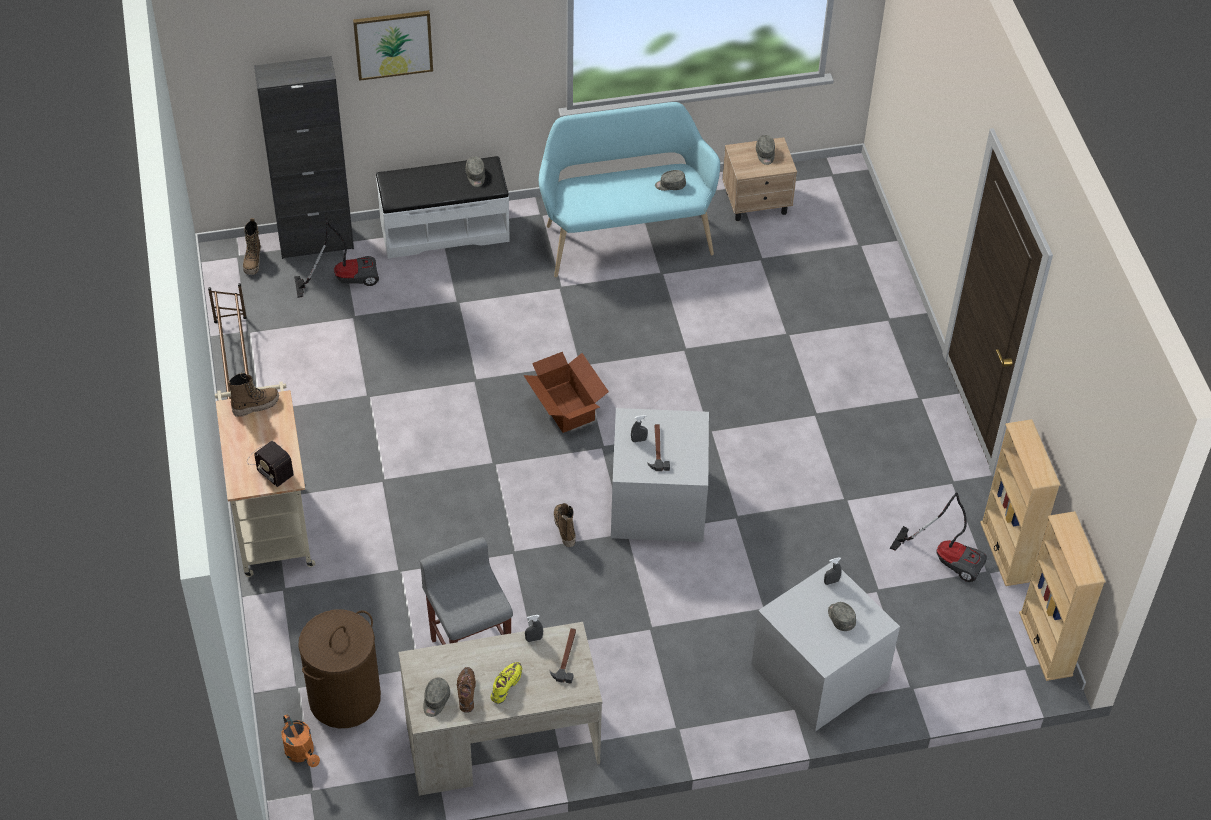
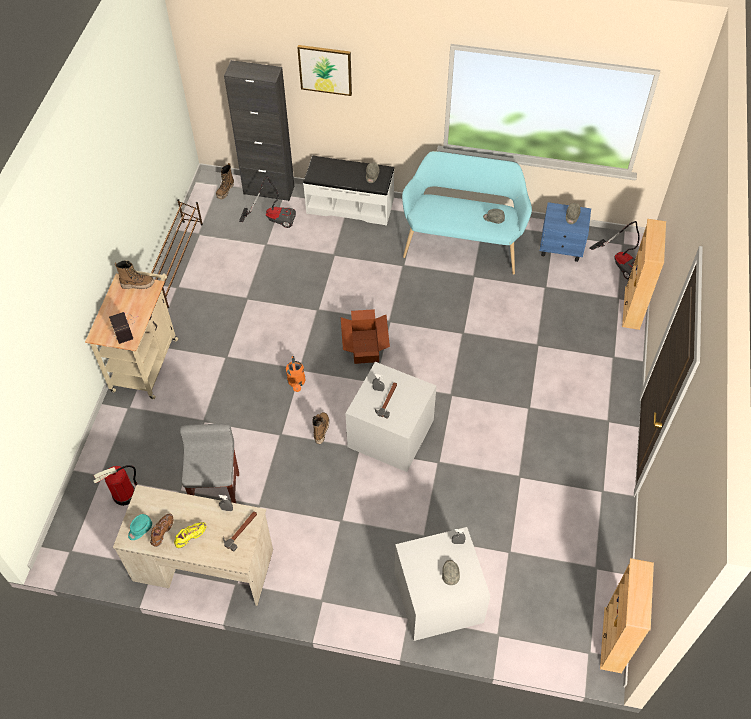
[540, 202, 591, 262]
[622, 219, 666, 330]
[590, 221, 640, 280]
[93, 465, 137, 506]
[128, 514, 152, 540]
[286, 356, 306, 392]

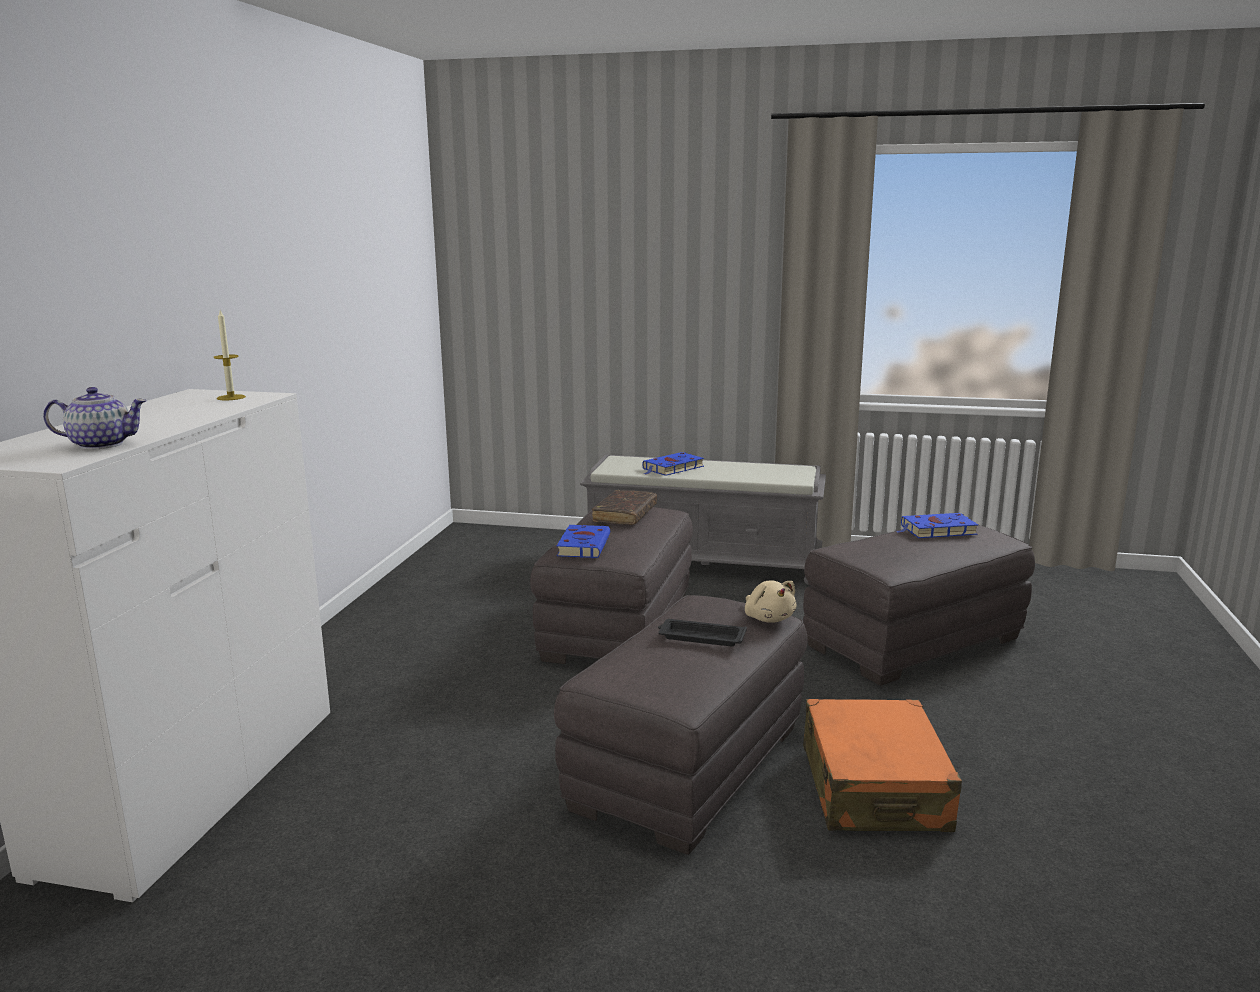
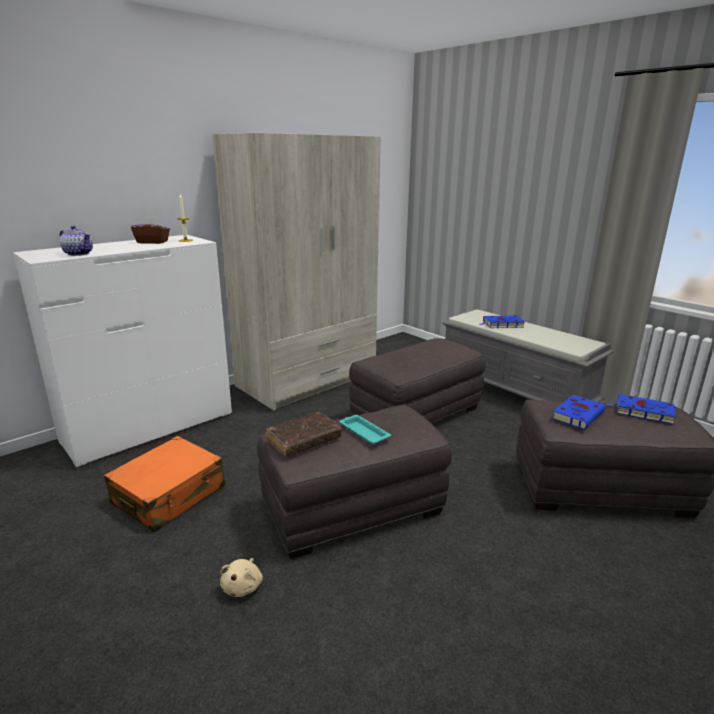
[265, 412, 341, 456]
[552, 395, 606, 429]
[220, 558, 263, 597]
[340, 415, 391, 444]
[104, 436, 225, 533]
[213, 133, 381, 410]
[131, 217, 170, 244]

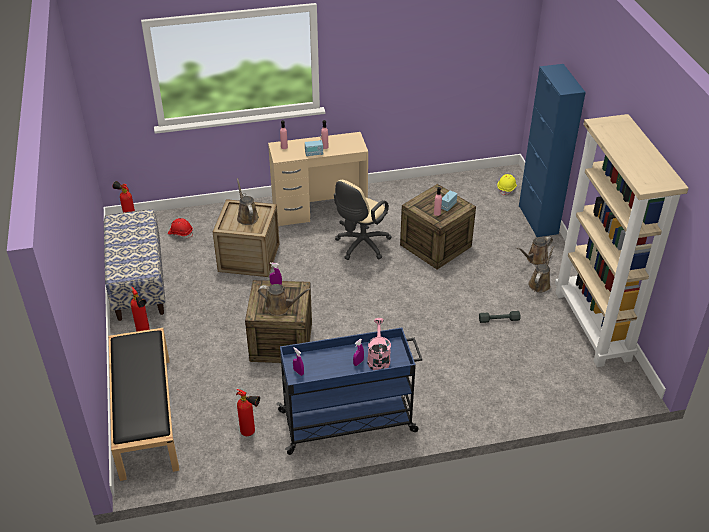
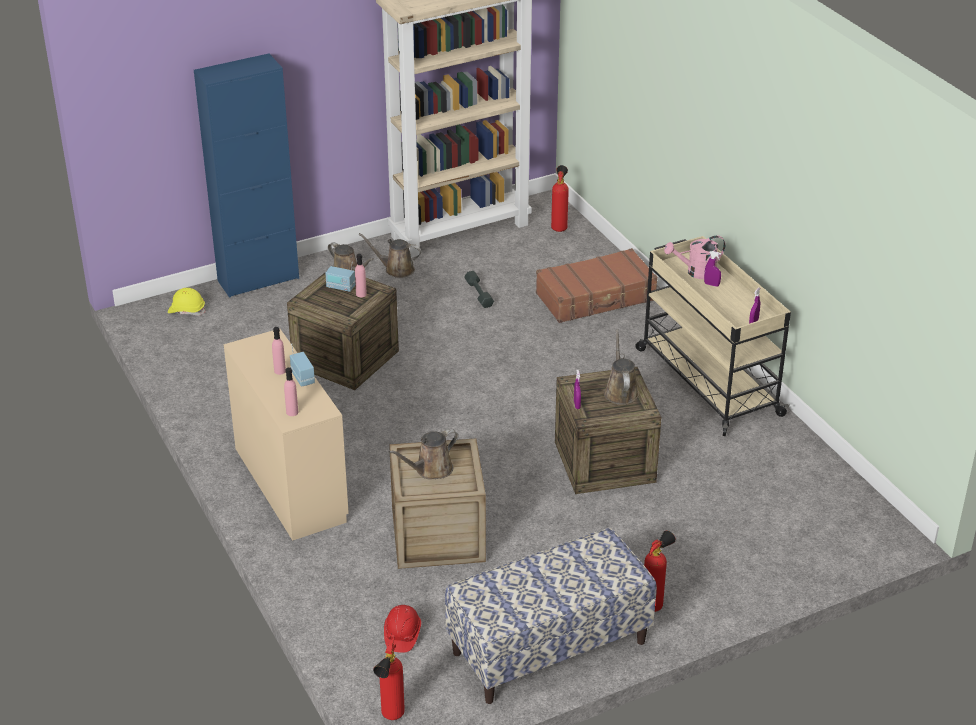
[334, 180, 391, 260] (first image)
[109, 328, 179, 481] (first image)
[635, 236, 791, 436]
[551, 165, 569, 232]
[536, 248, 658, 323]

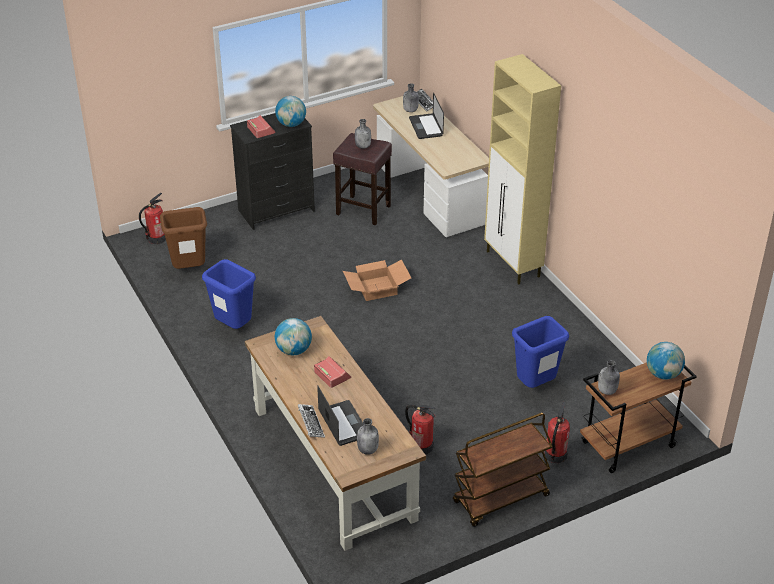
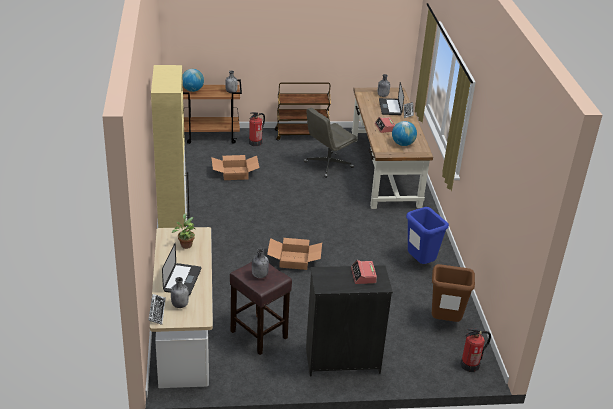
[275, 96, 306, 127] (first image)
[211, 155, 259, 180]
[304, 108, 357, 178]
[172, 213, 195, 249]

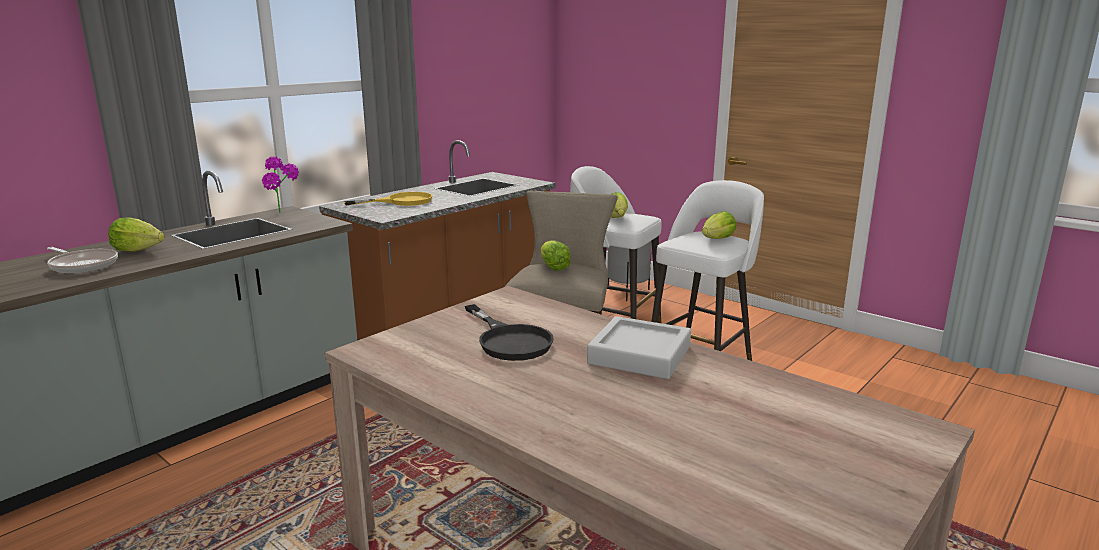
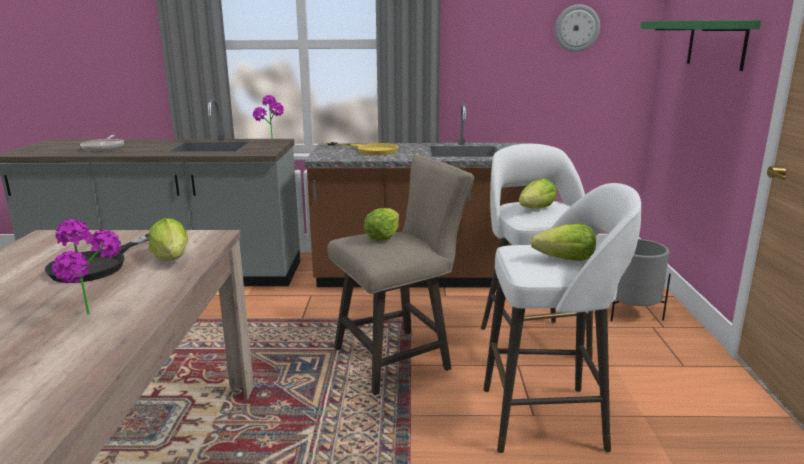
[148, 218, 188, 261]
[52, 219, 121, 314]
[555, 4, 600, 52]
[640, 20, 761, 71]

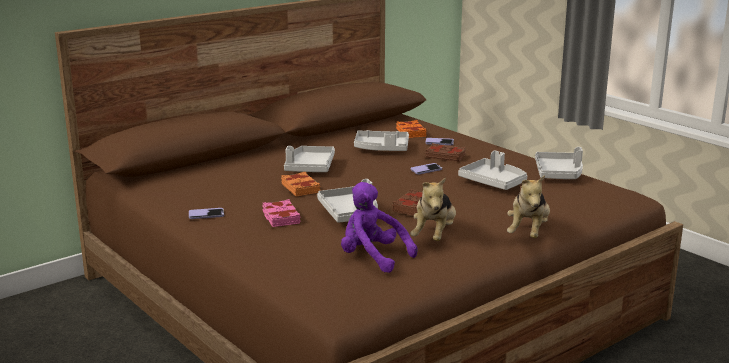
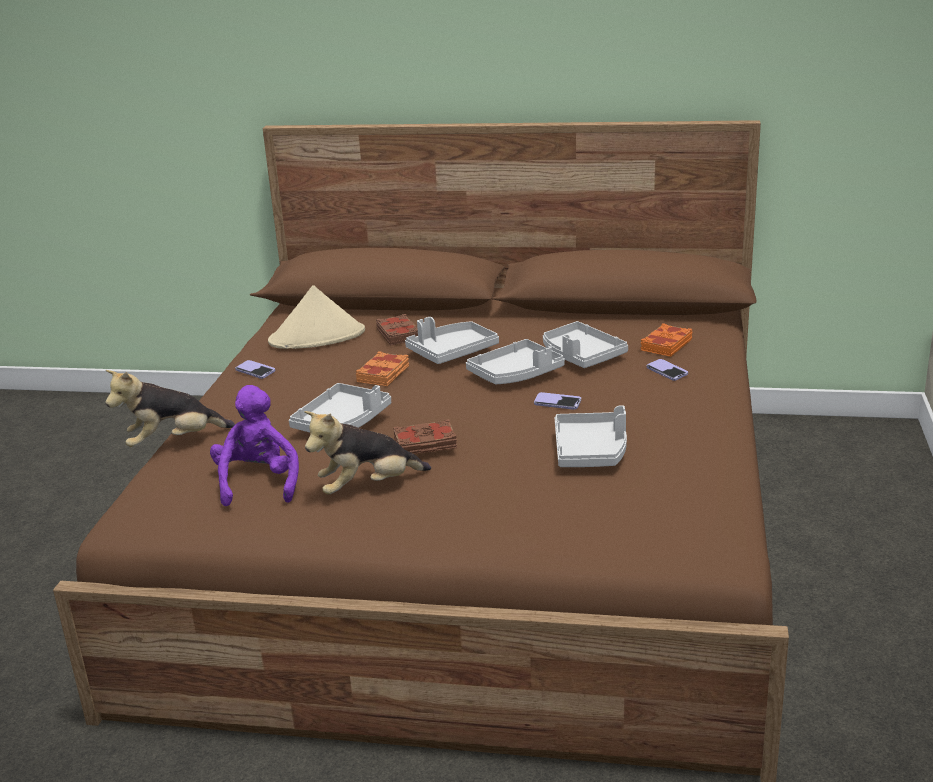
[376, 314, 418, 346]
[466, 339, 565, 384]
[105, 370, 235, 447]
[262, 199, 301, 227] (first image)
[268, 285, 365, 349]

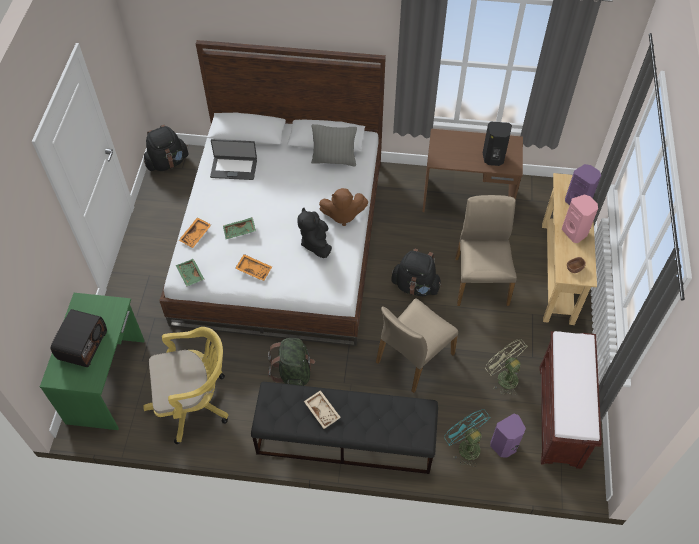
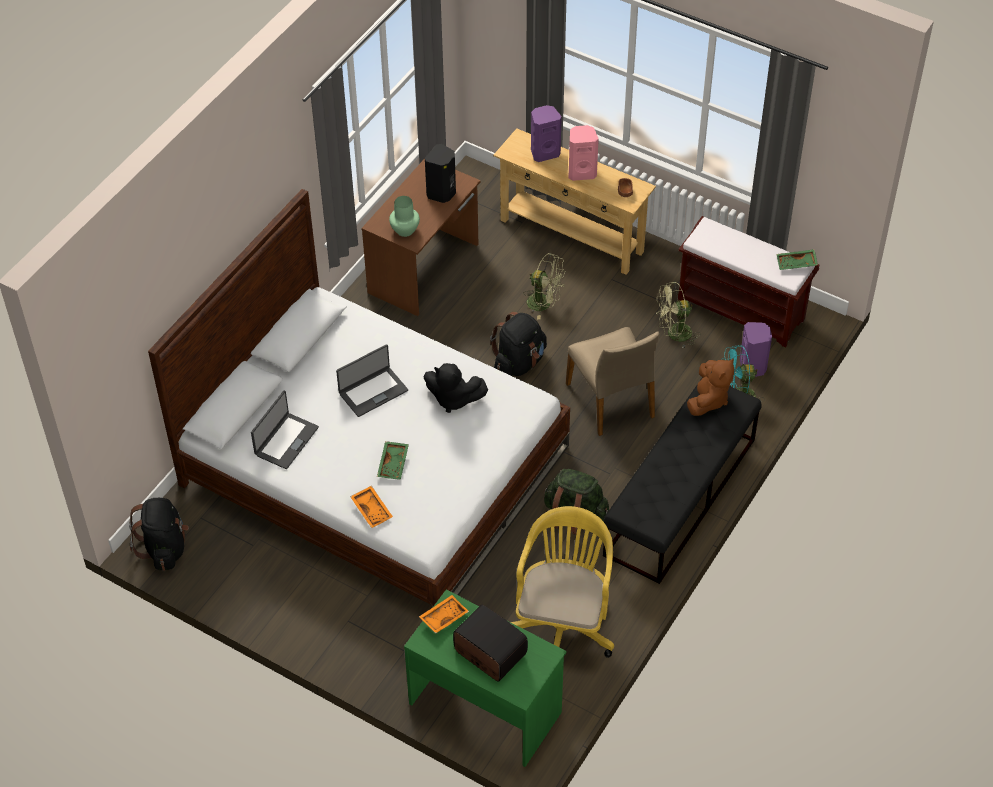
[311, 124, 357, 166] (first image)
[687, 358, 735, 416]
[523, 253, 566, 319]
[419, 595, 469, 633]
[777, 249, 818, 270]
[304, 390, 341, 429] (first image)
[389, 196, 420, 237]
[336, 344, 408, 417]

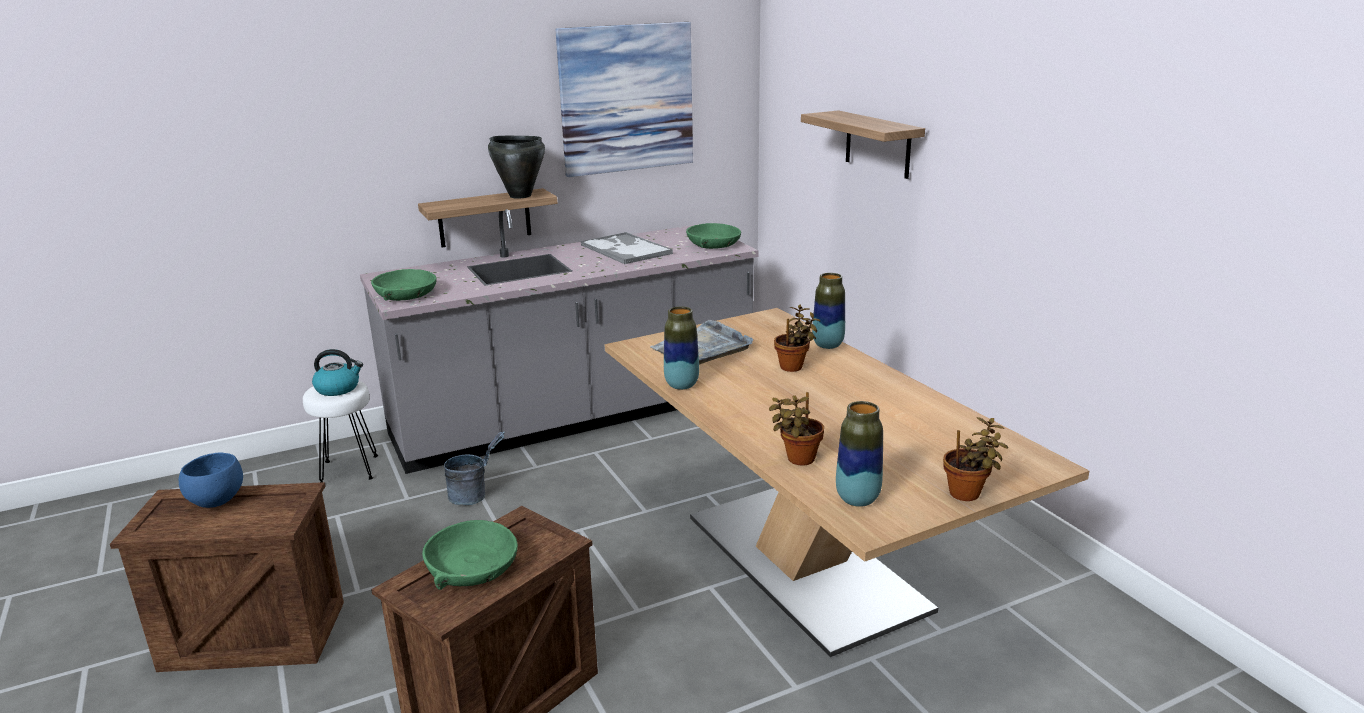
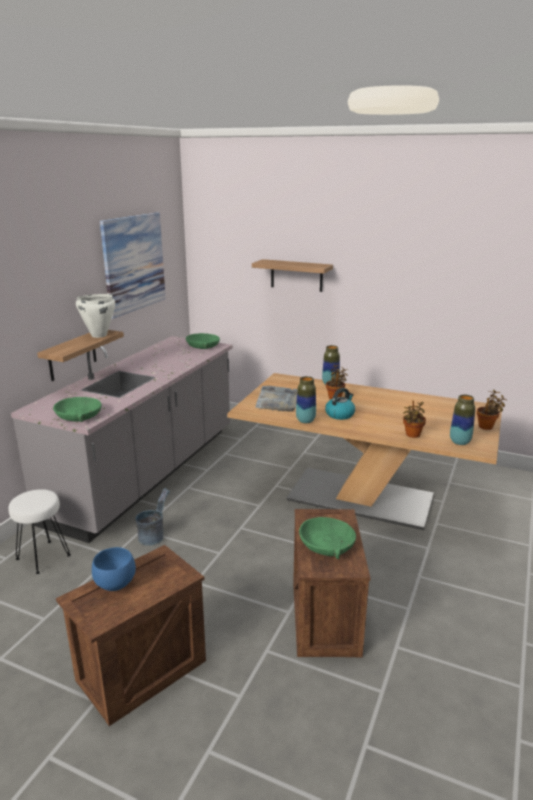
[76, 294, 115, 338]
[580, 232, 673, 264] (first image)
[325, 388, 355, 420]

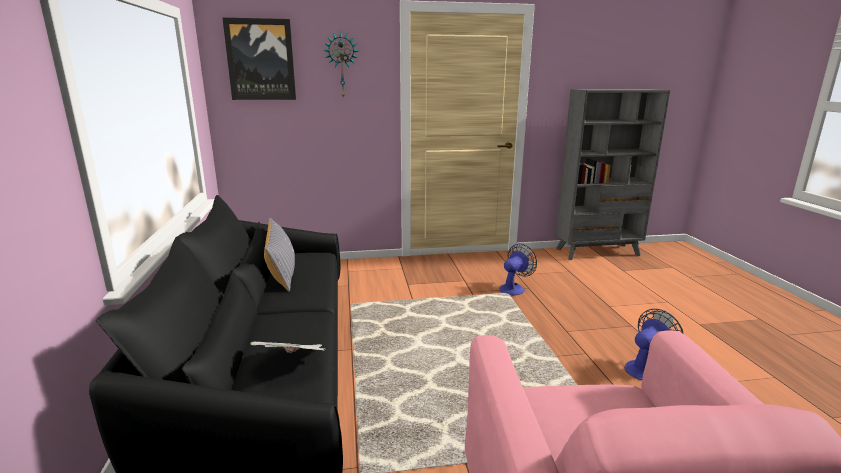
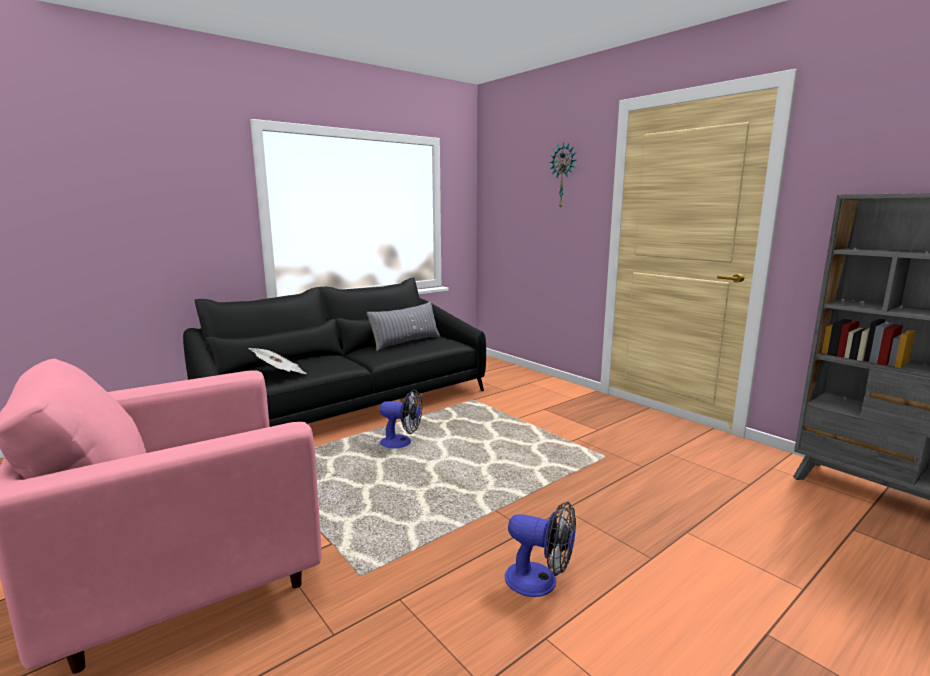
[222, 18, 296, 100] (first image)
[379, 390, 422, 449]

